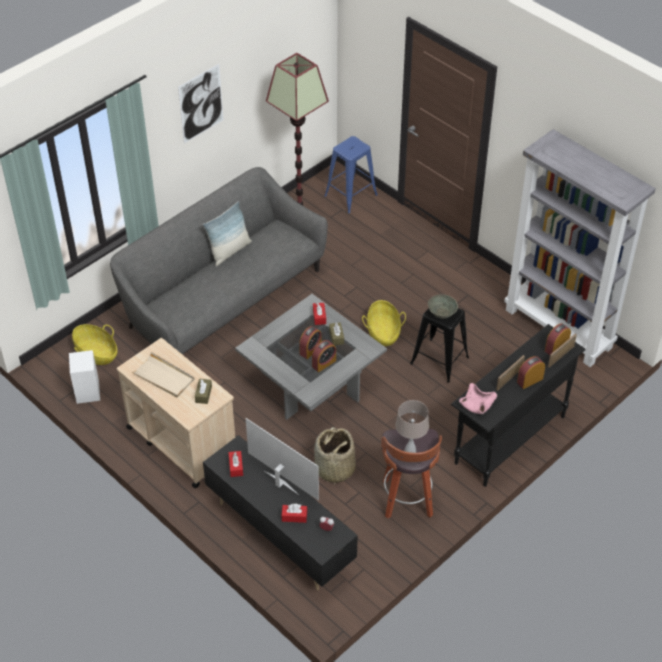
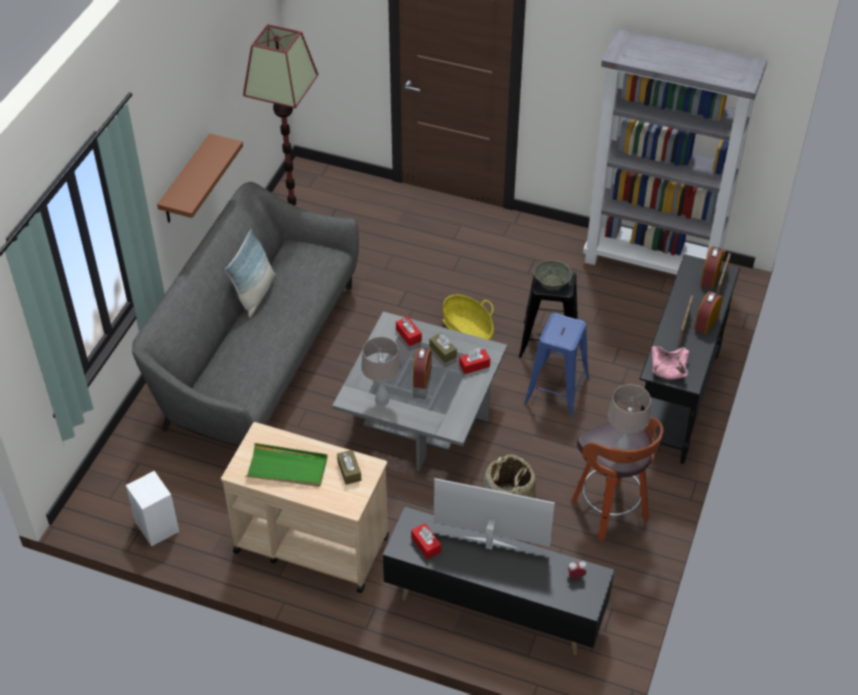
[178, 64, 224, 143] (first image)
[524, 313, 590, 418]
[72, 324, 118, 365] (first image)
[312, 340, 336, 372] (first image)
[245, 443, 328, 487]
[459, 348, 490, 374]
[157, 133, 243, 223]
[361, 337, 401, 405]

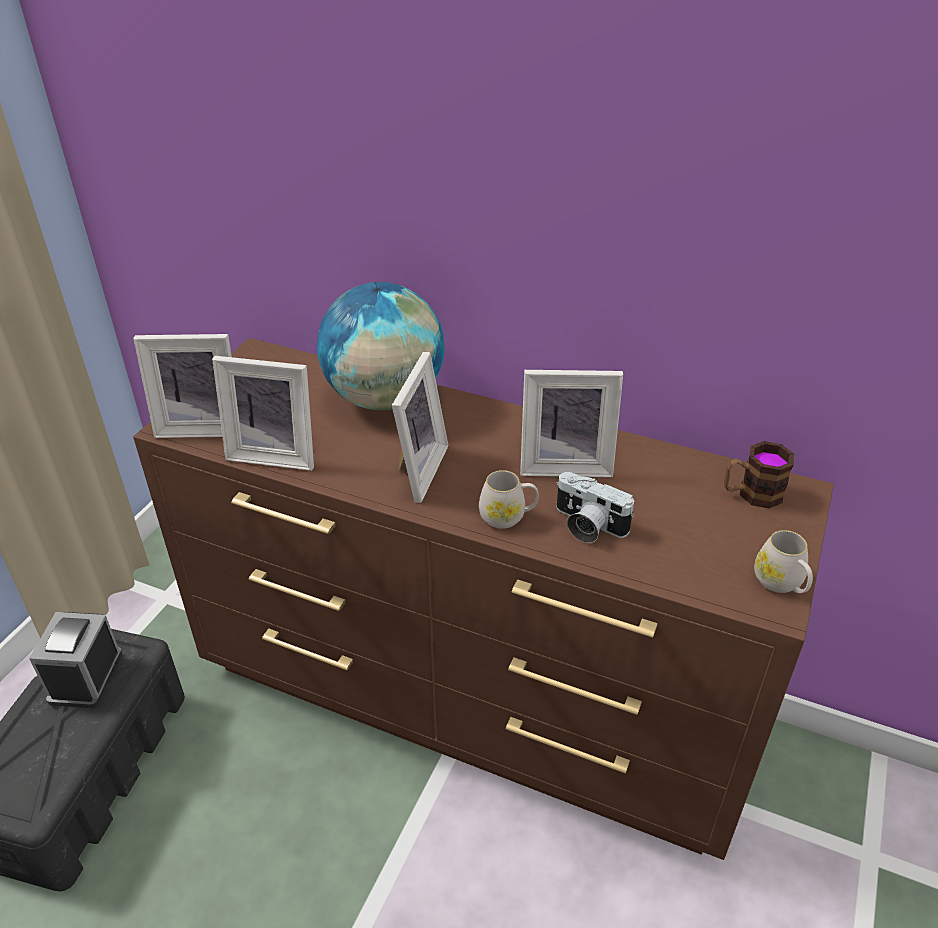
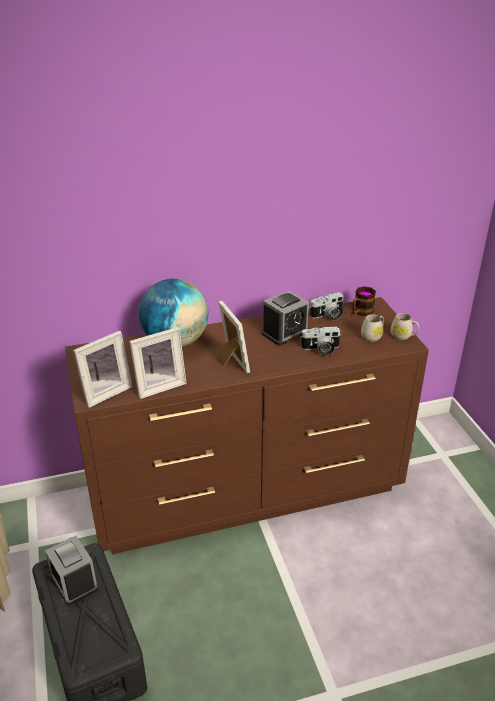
[261, 291, 309, 346]
[361, 314, 384, 342]
[310, 292, 343, 320]

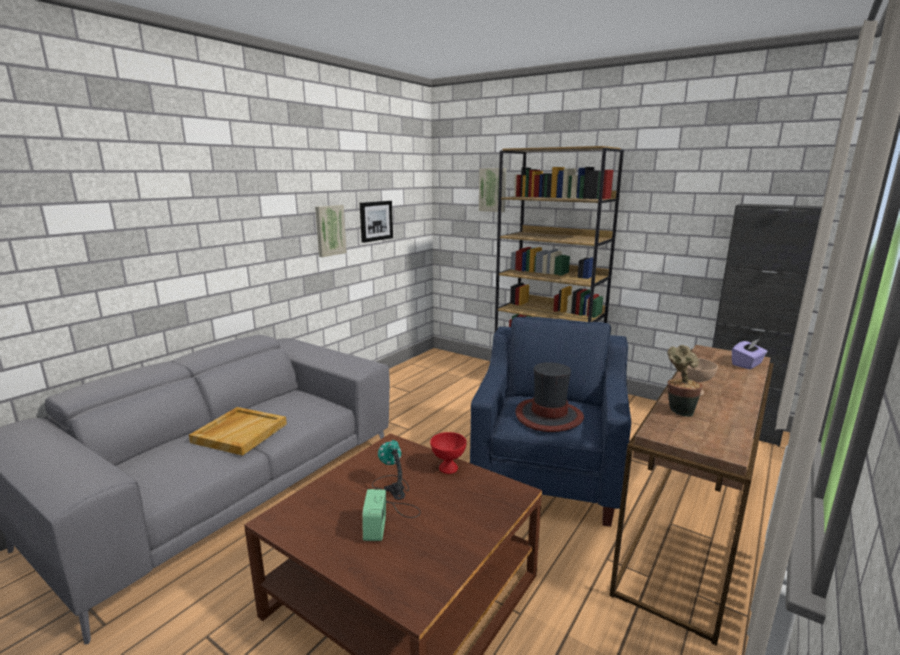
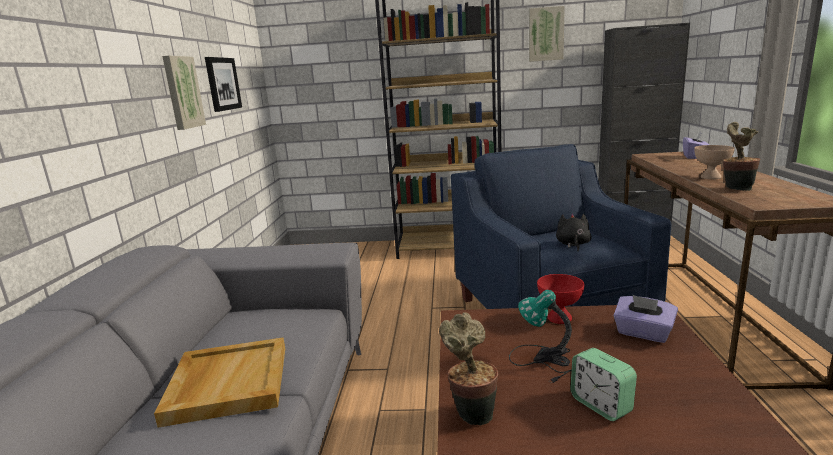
[529, 6, 565, 62]
[556, 213, 592, 251]
[613, 295, 678, 343]
[439, 312, 498, 426]

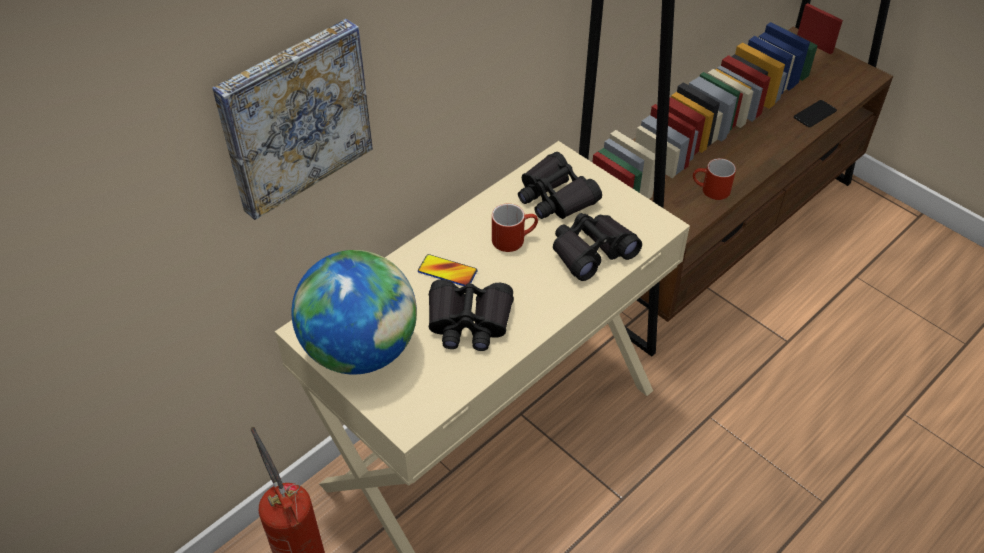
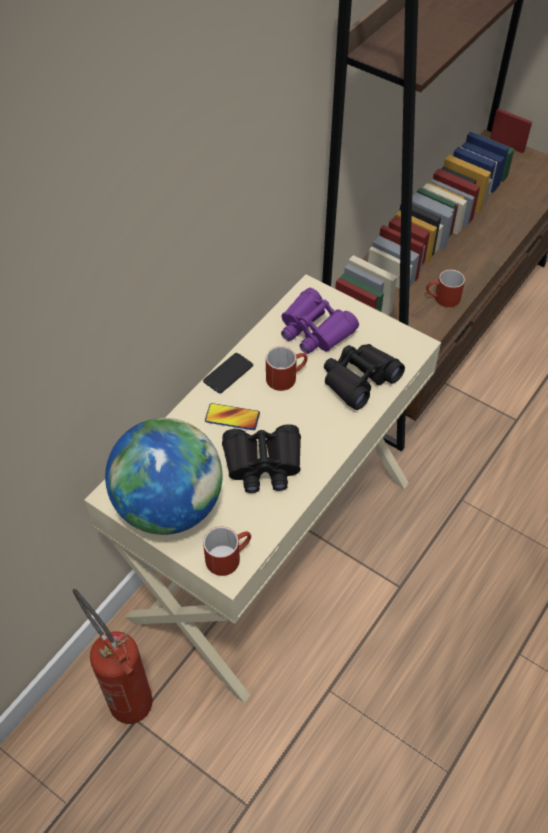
[212, 19, 373, 220] (first image)
[203, 353, 253, 393]
[281, 288, 359, 354]
[203, 526, 251, 576]

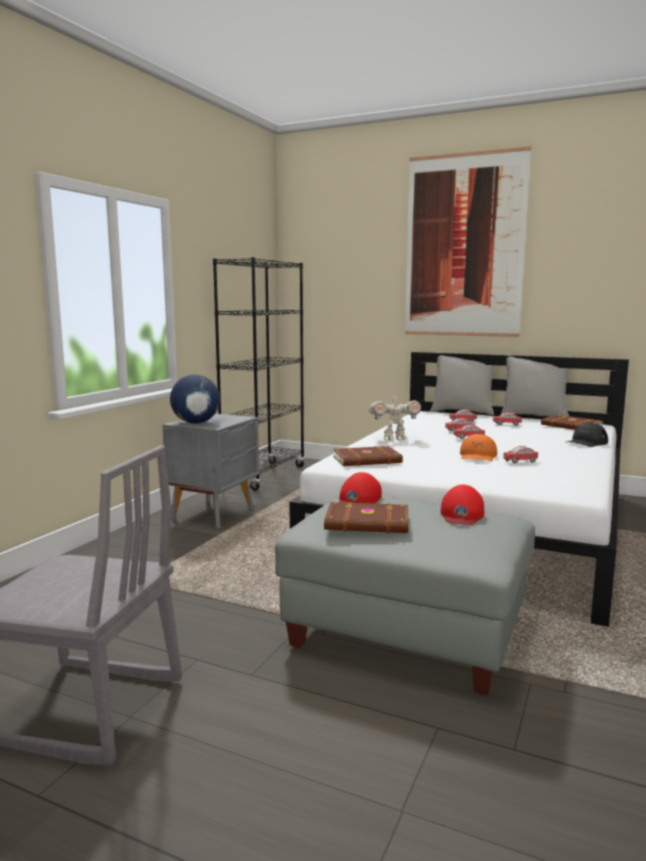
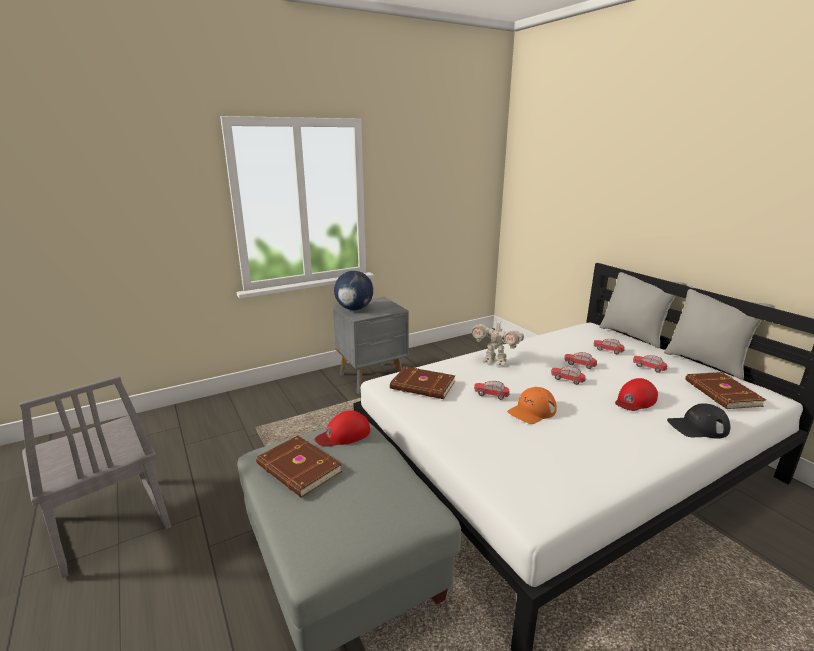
[405, 146, 531, 337] (first image)
[213, 257, 305, 490] (first image)
[474, 381, 510, 400]
[615, 378, 658, 411]

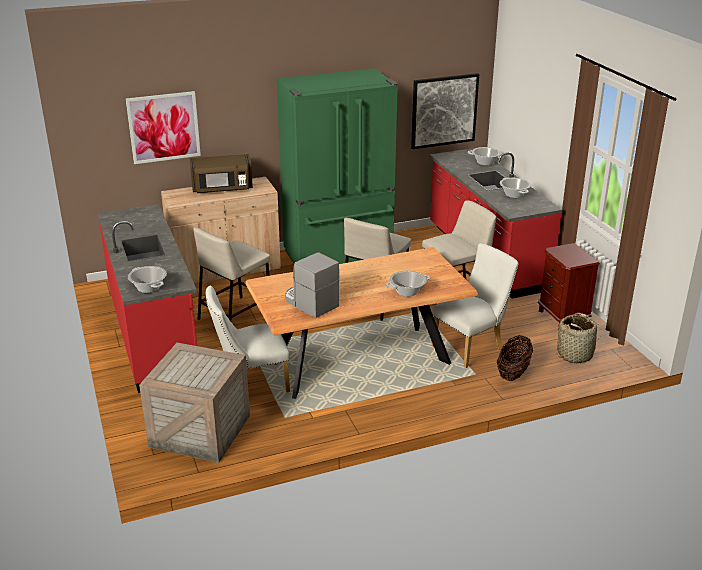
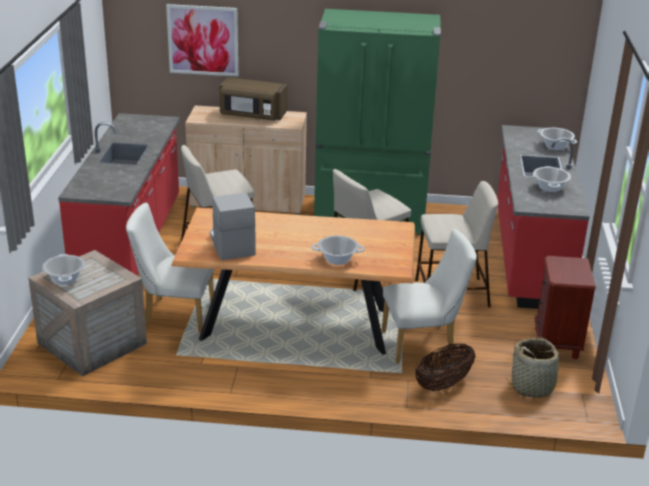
[411, 73, 479, 149] (first image)
[42, 254, 85, 285]

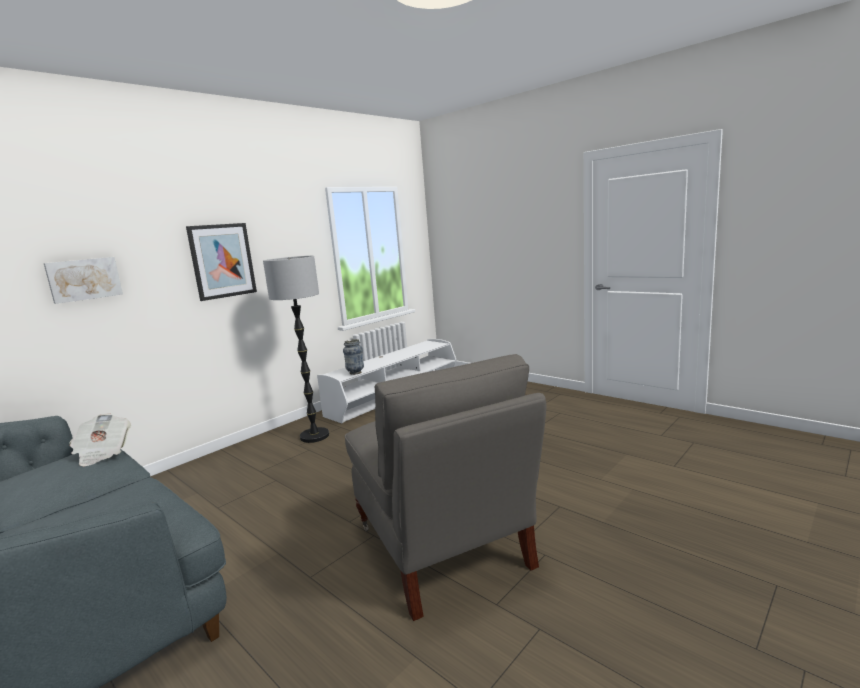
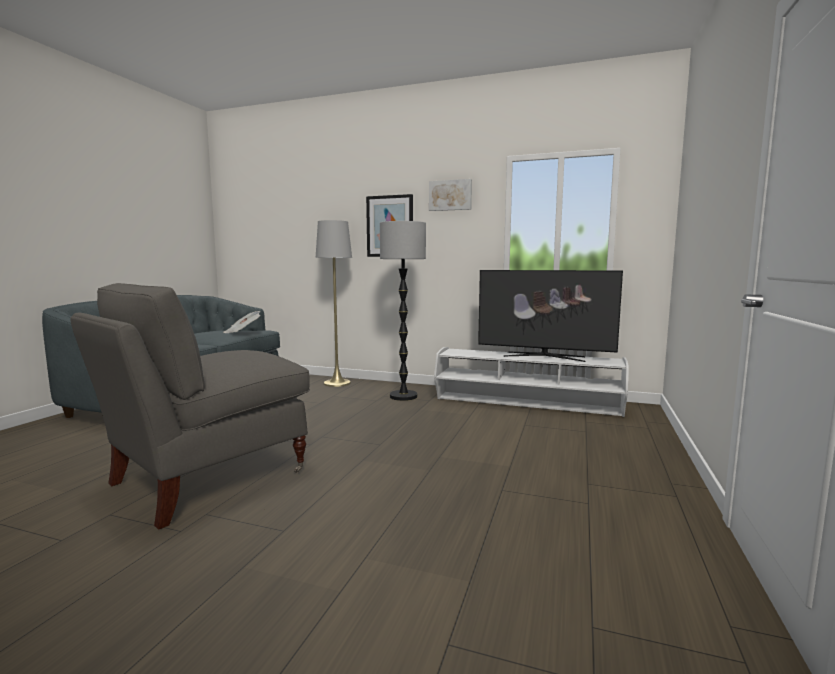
[429, 179, 472, 211]
[343, 339, 364, 375] (first image)
[316, 220, 352, 387]
[478, 270, 623, 362]

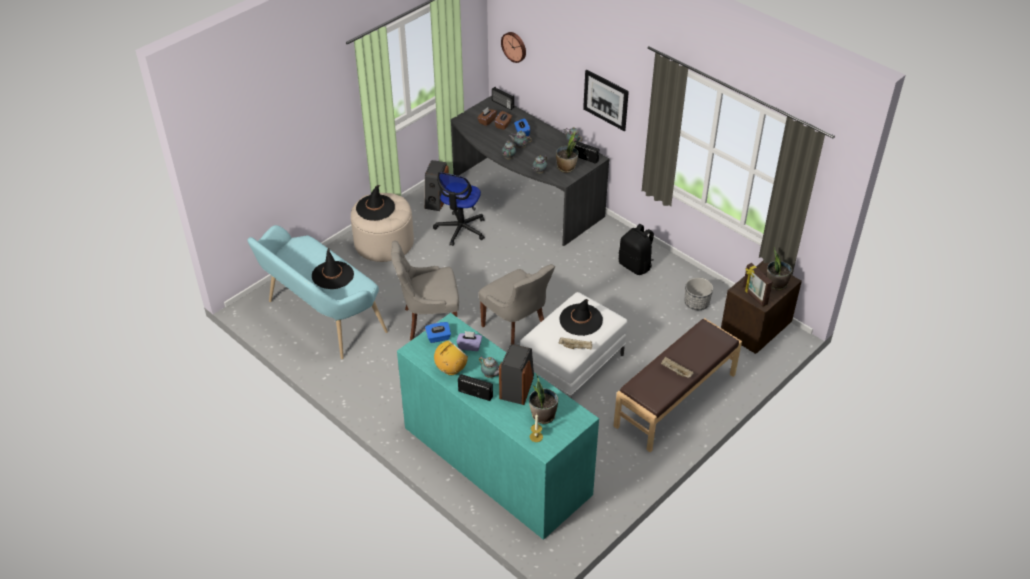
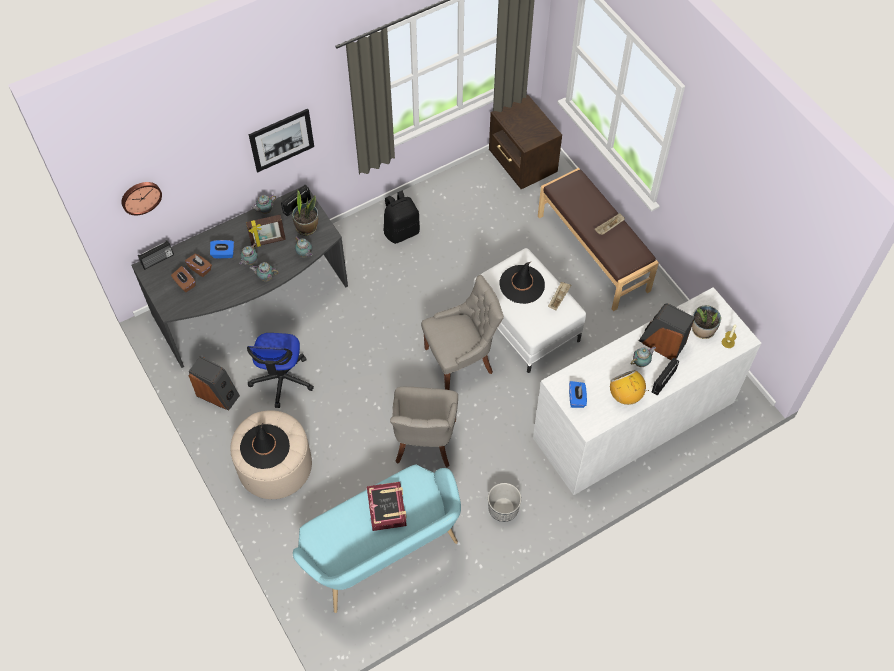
[247, 333, 314, 408]
[367, 482, 407, 531]
[767, 247, 792, 290] (first image)
[246, 215, 286, 247]
[488, 483, 521, 522]
[533, 287, 761, 495]
[456, 331, 482, 351] (first image)

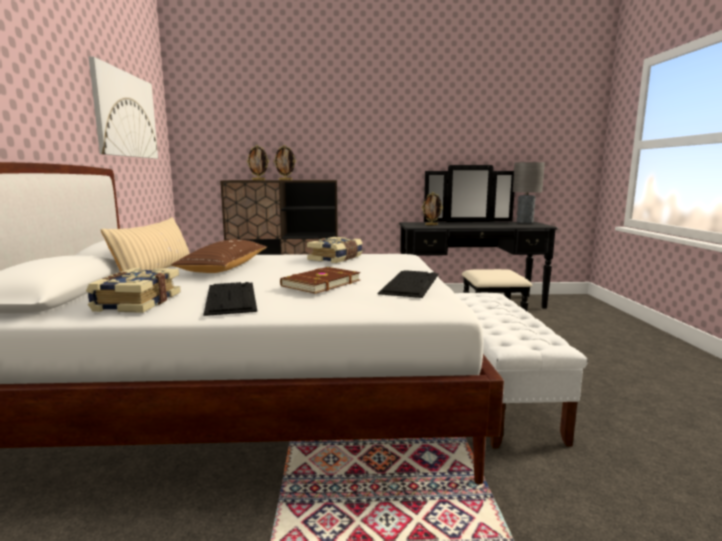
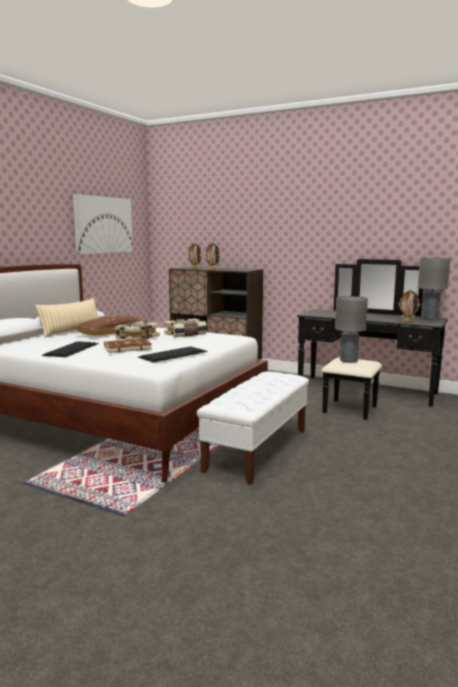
[398, 289, 421, 322]
[115, 321, 160, 340]
[335, 296, 368, 363]

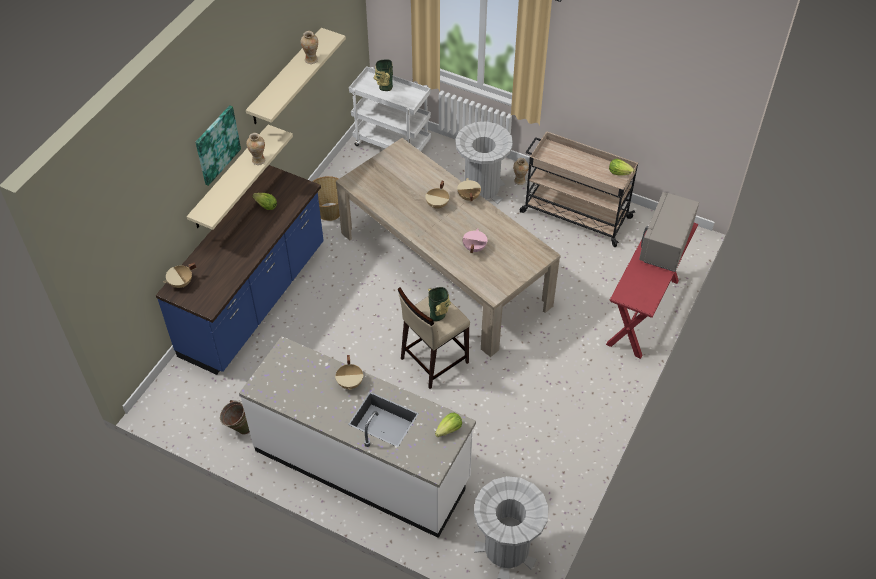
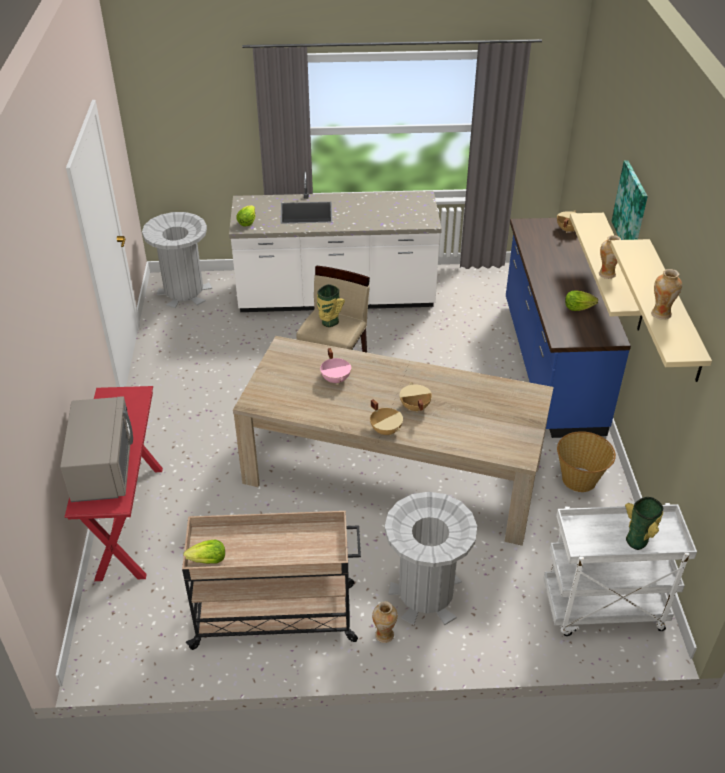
[335, 355, 363, 390] (first image)
[220, 400, 250, 435] (first image)

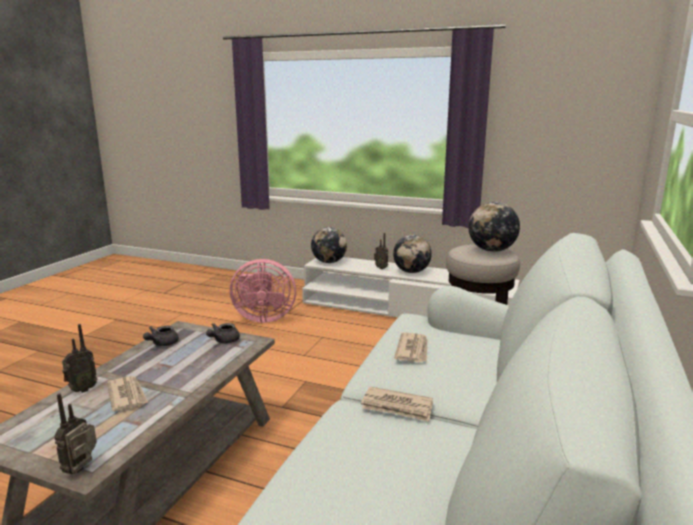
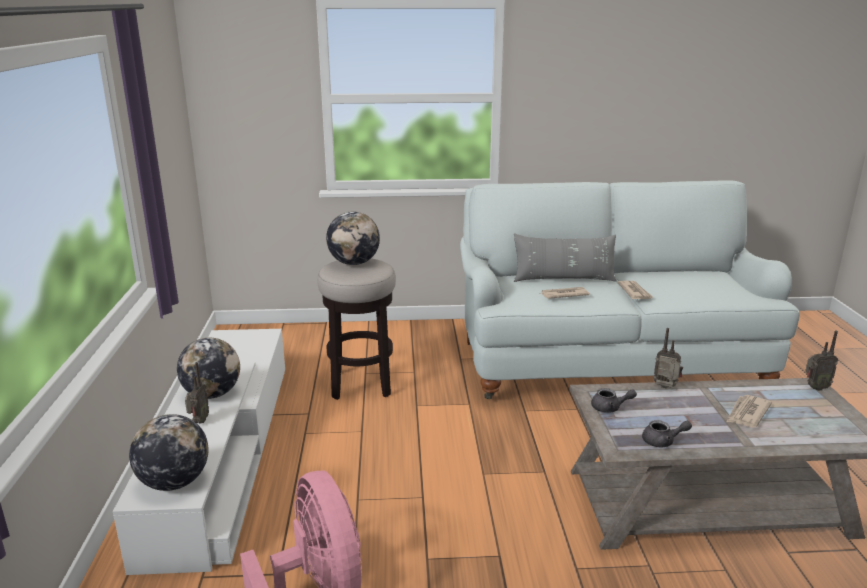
[653, 328, 683, 389]
[514, 234, 616, 282]

